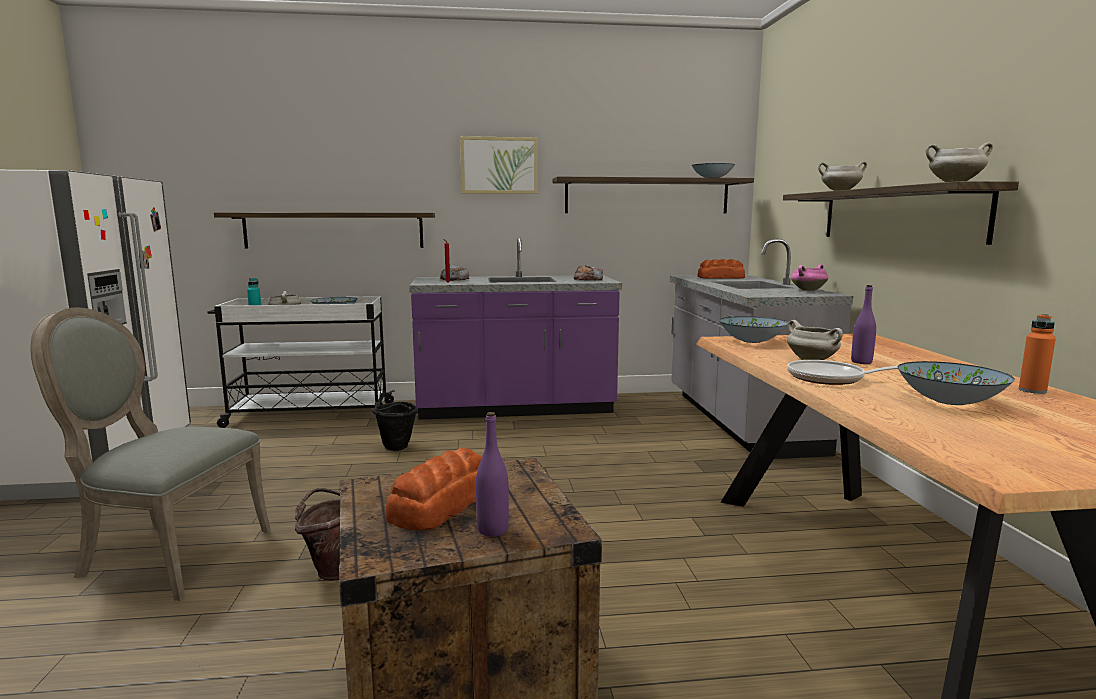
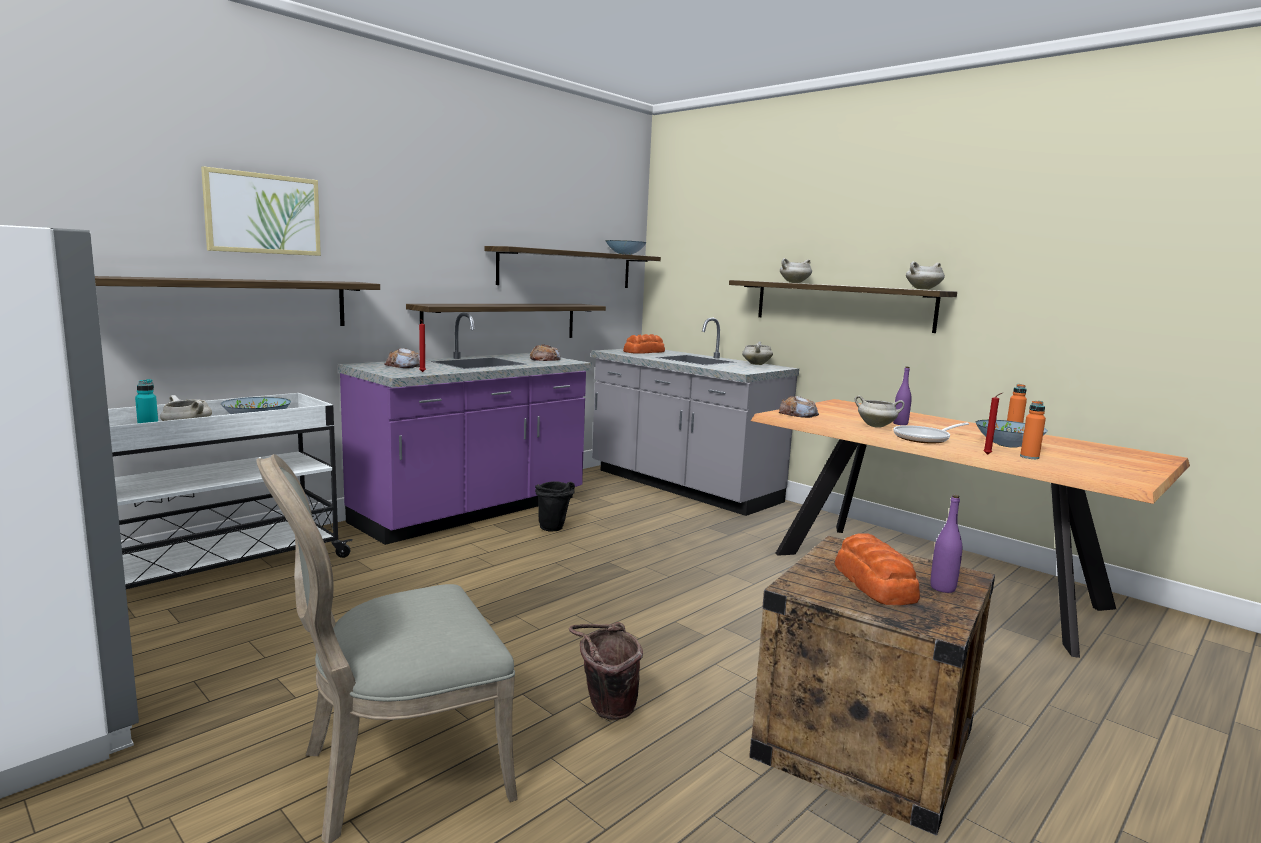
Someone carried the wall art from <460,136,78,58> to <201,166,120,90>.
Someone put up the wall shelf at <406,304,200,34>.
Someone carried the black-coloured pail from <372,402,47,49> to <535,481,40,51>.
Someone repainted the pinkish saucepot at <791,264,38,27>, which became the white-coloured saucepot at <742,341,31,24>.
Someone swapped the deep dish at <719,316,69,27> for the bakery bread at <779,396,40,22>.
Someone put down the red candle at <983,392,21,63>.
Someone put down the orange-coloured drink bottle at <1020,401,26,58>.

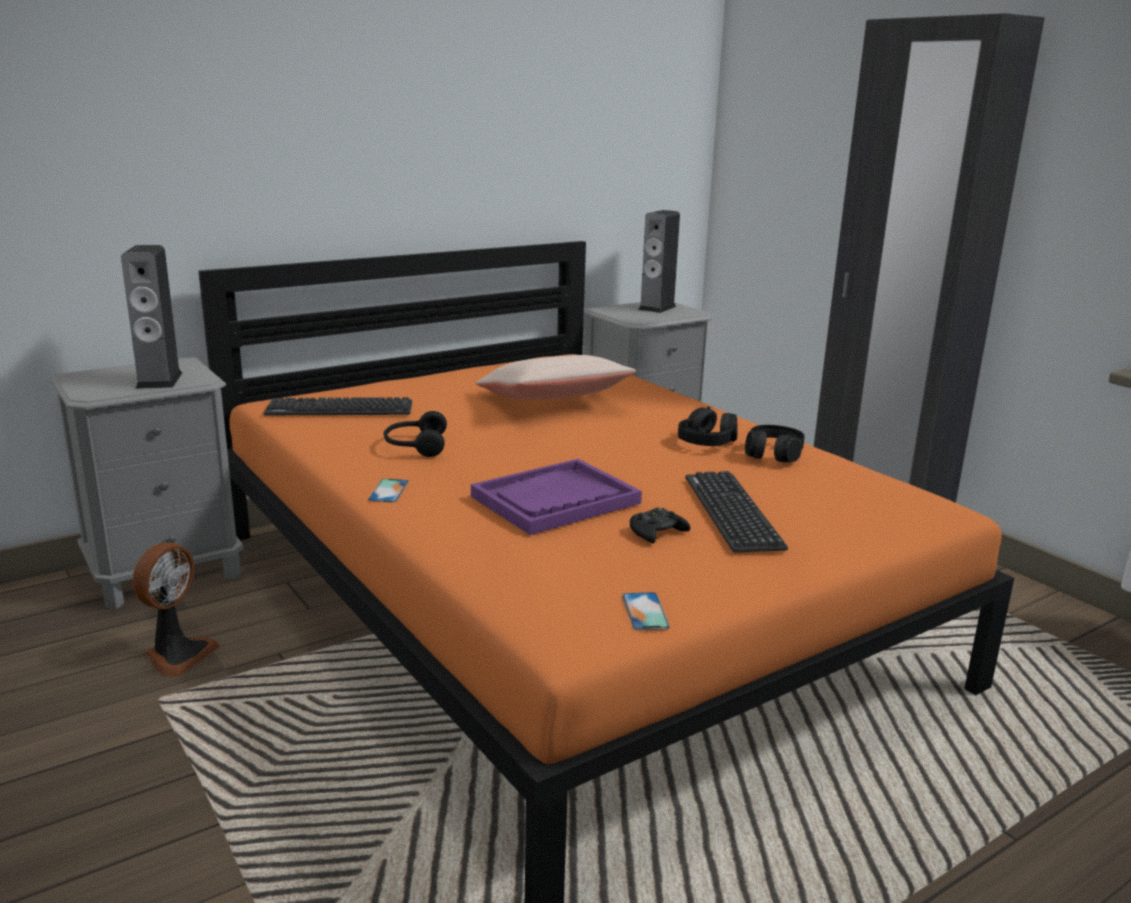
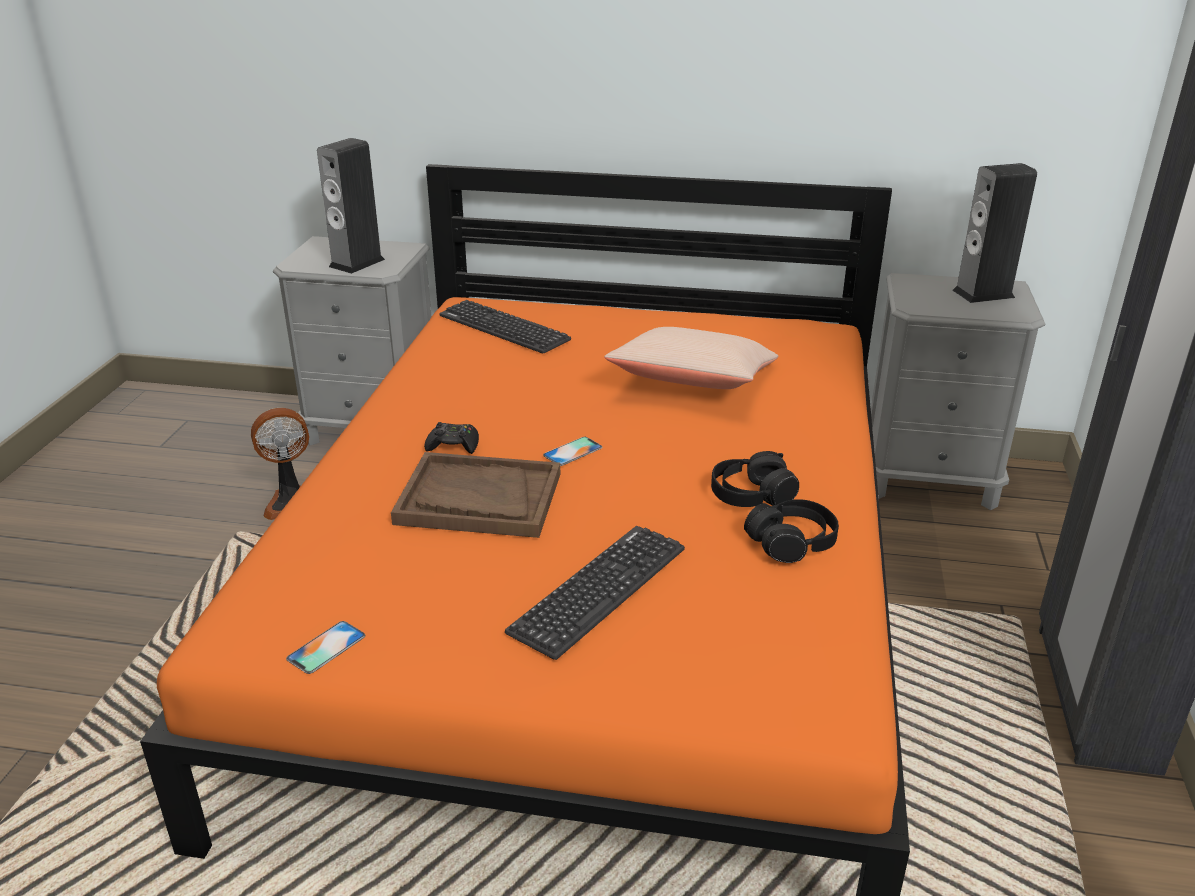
Someone repainted the purple-coloured carrying tray at <471,459,171,76>, which became the brownish carrying tray at <391,452,169,86>.
Someone carried the black-coloured gamepad from <630,507,61,37> to <424,422,55,32>.
Someone carried the telephone from <368,479,41,23> to <543,437,59,29>.
Someone took away the black-coloured headset at <384,411,63,46>.

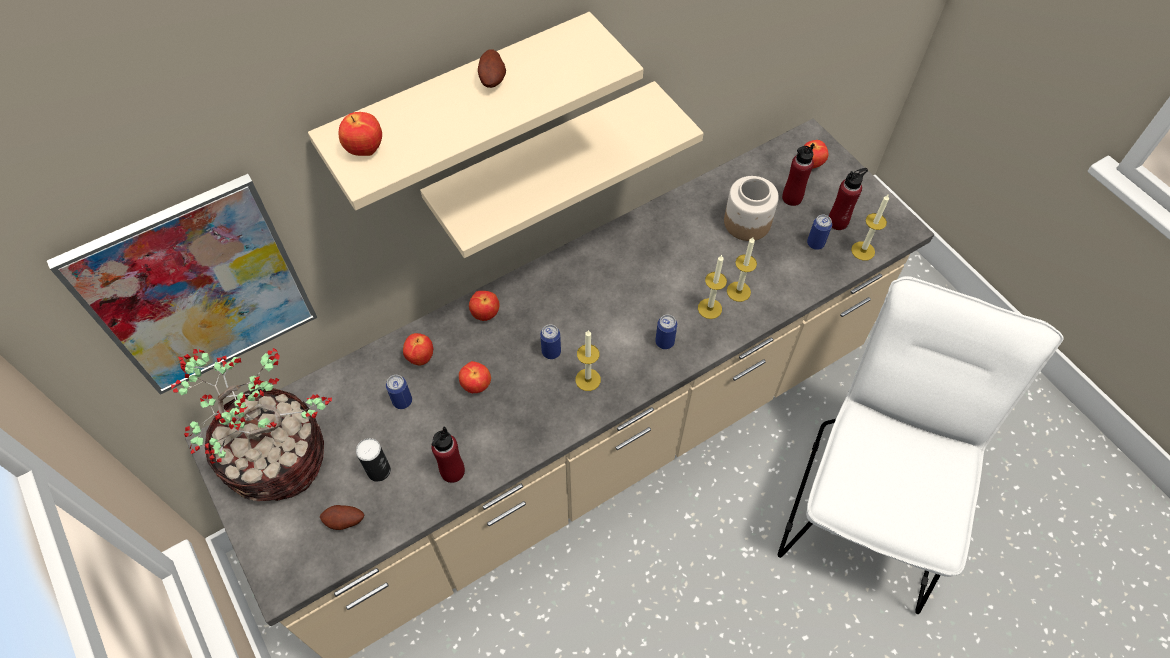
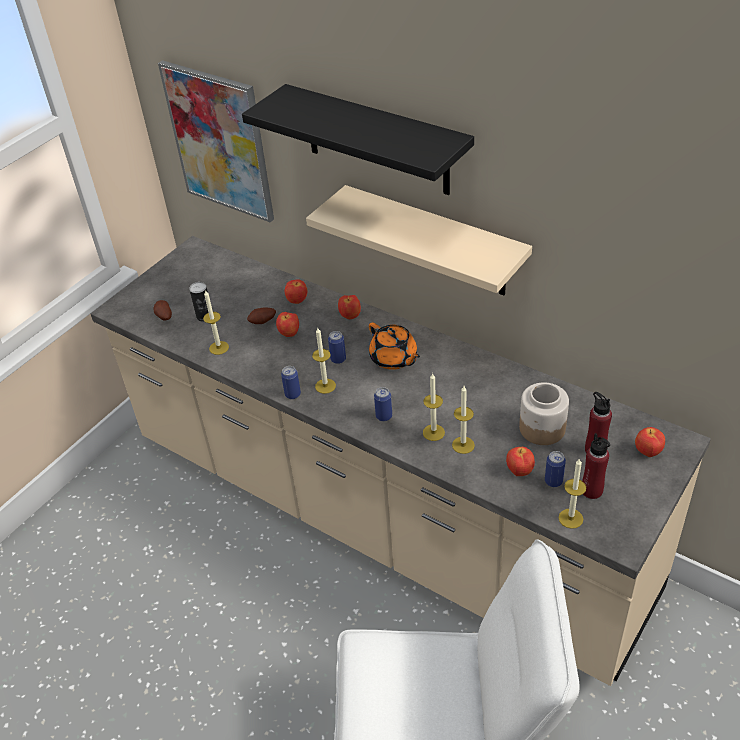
Someone swapped the red drink bottle at <431,427,34,56> for the candle at <203,290,26,65>.
Someone repainted the sand-coloured wall shelf at <308,12,335,198>, which became the black-coloured wall shelf at <242,84,232,111>.
Someone carried the whole potato from <478,49,28,39> to <247,307,29,17>.
Someone carried the can from <386,375,26,34> to <281,366,20,33>.
Someone put down the orange-coloured pot for tea at <369,322,51,48>.
Someone carried the apple fruit from <339,112,43,44> to <506,447,29,29>.
Someone took away the houseplant at <171,348,161,153>.

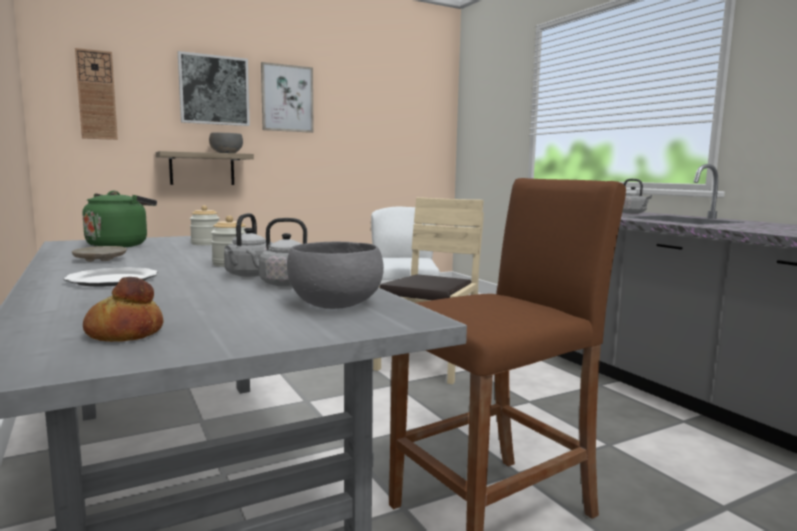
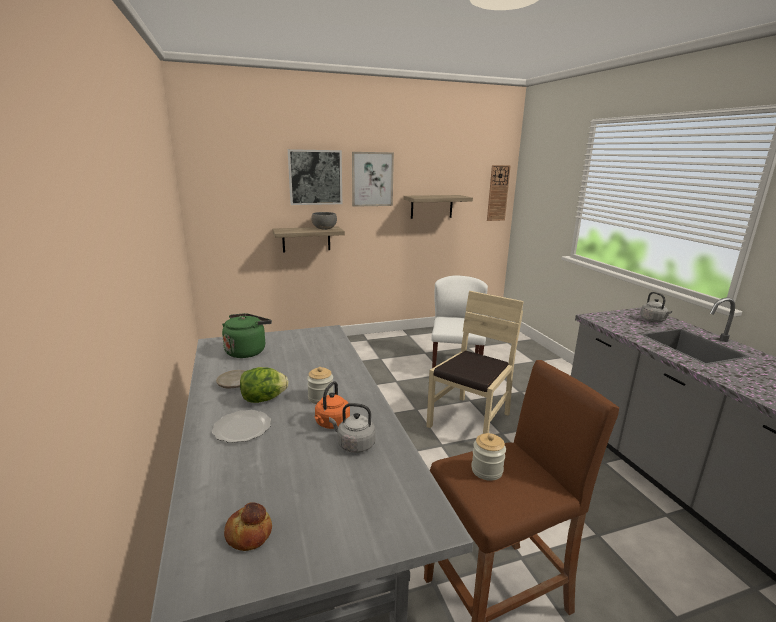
Someone put down the head of lettuce at <240,367,49,36>.
Someone repainted the greyish tea kettle at <224,213,47,64>, which became the orange-coloured tea kettle at <315,381,35,48>.
Someone put up the wall shelf at <404,195,69,24>.
Someone carried the storage jar from <190,205,30,40> to <471,433,35,48>.
Someone carried the hanging clock from <75,48,43,92> to <487,165,24,56>.
Someone took away the greyish deep dish at <287,242,97,67>.

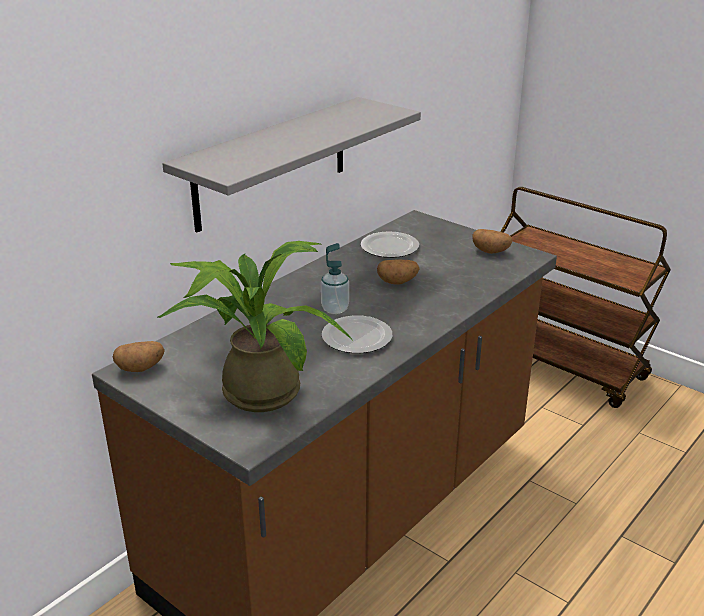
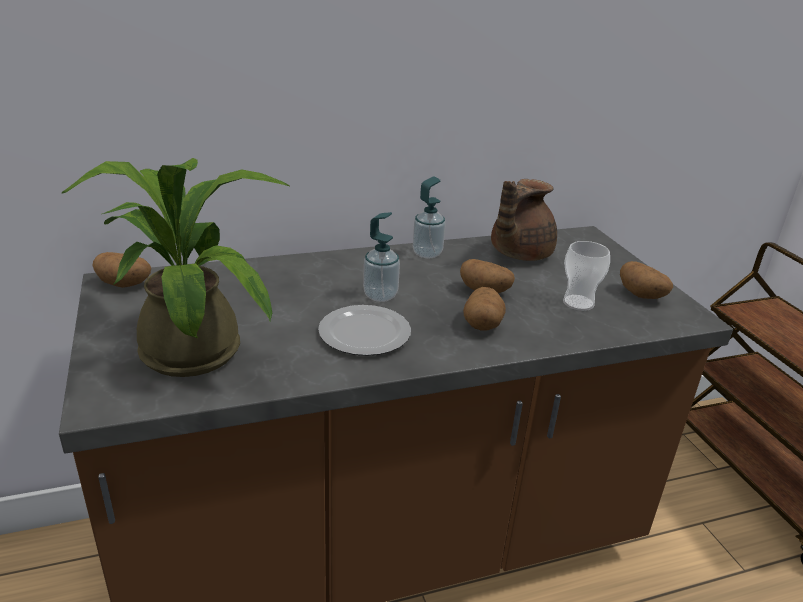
Someone put down the liquid soap bottle at <413,176,33,83>.
Someone put down the whole potato at <463,287,43,43>.
Someone swapped the plate at <361,231,58,27> for the brownish pot for tea at <491,179,66,82>.
Someone put down the cup at <563,241,47,70>.
Someone took away the greyish wall shelf at <162,97,259,135>.

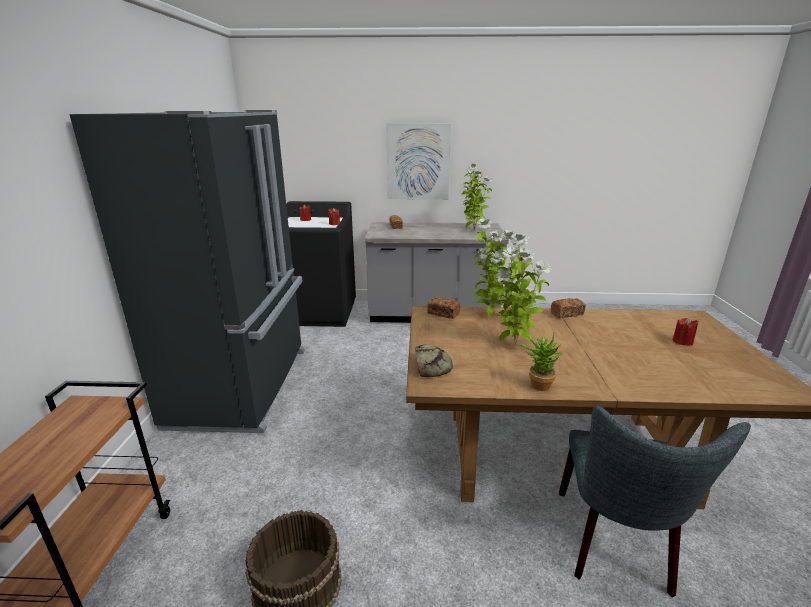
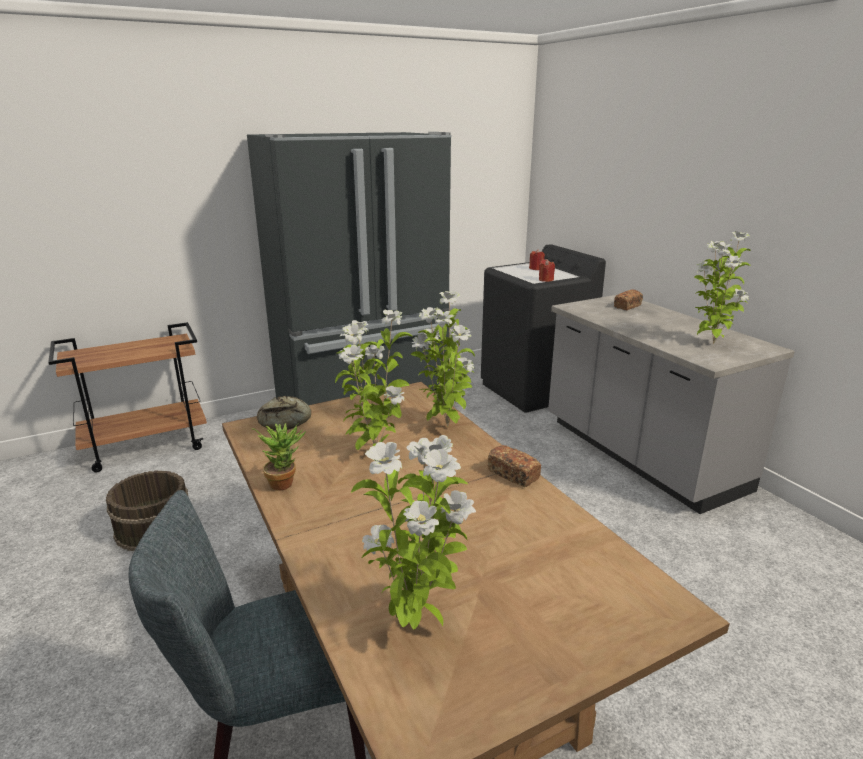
Someone put down the houseplant at <351,435,125,194>.
Someone took away the wall art at <386,123,65,77>.
Someone took away the bakery bread at <427,297,33,22>.
Someone took away the red candle at <673,317,26,29>.

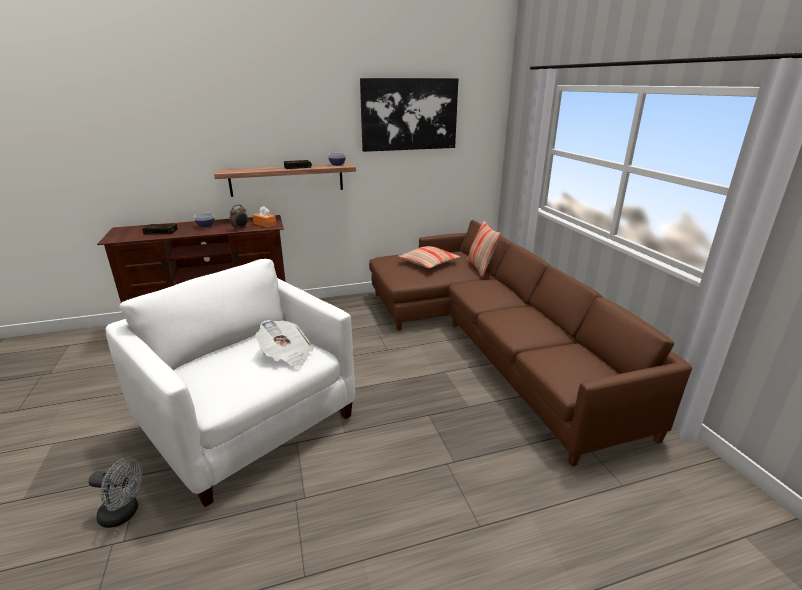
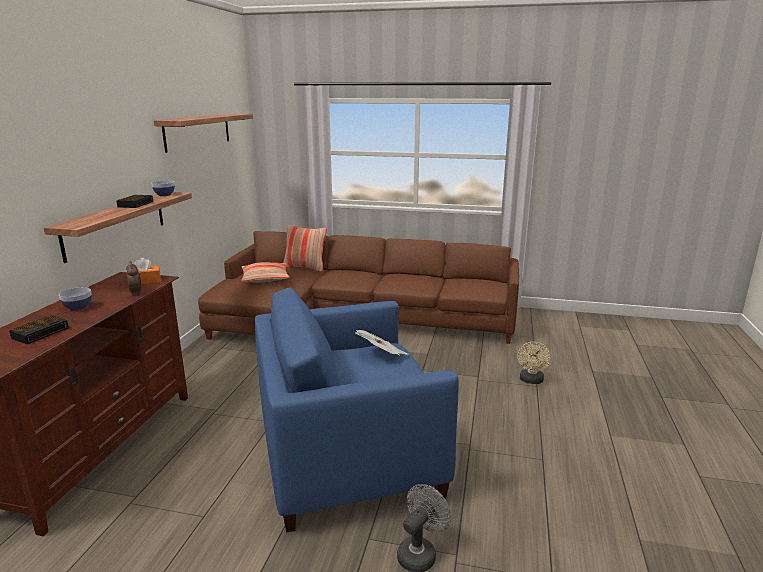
Someone swapped the wall art at <360,78,98,74> for the wall shelf at <154,114,99,39>.
Someone repainted the white-coloured armchair at <105,259,250,248>, which became the blue armchair at <255,287,204,246>.
Someone put down the sand-coloured electric fan at <517,342,34,42>.

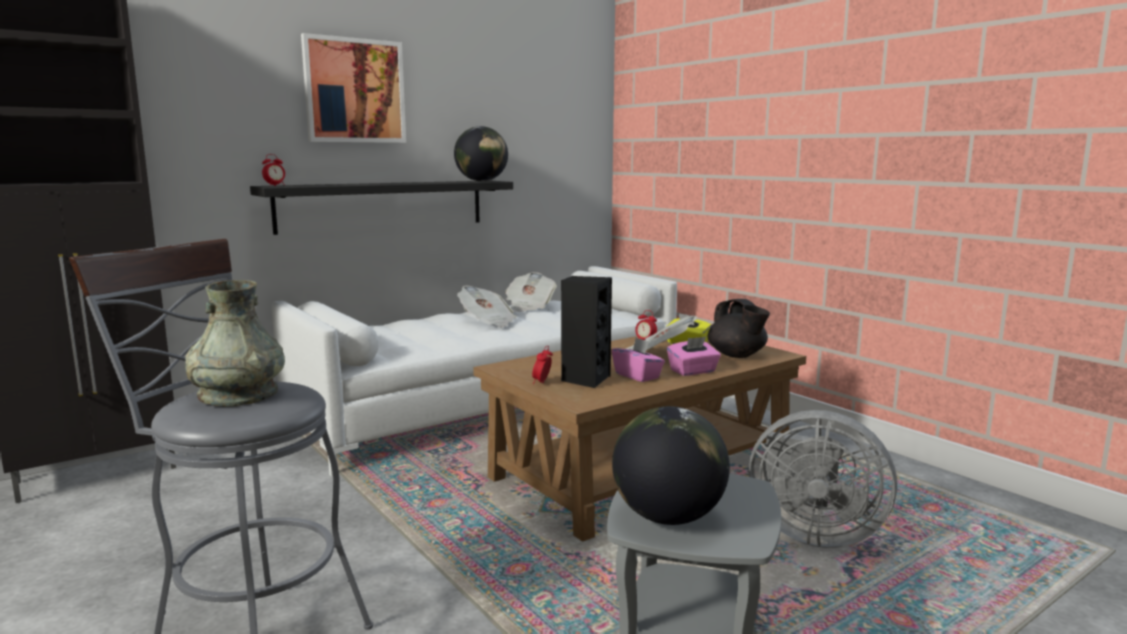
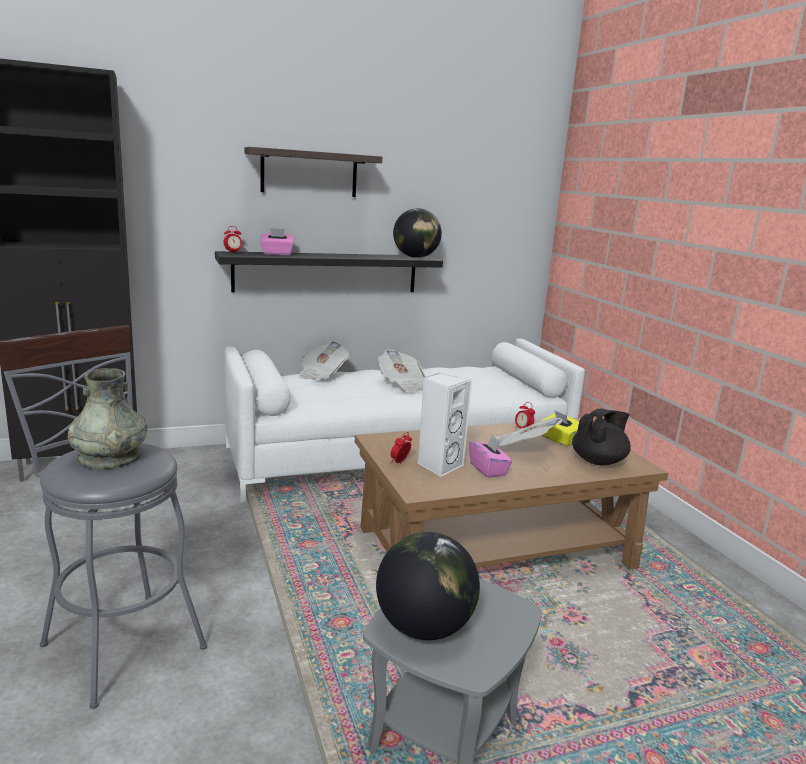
Someone swapped the wall art at <301,33,105,110> for the wall shelf at <245,147,137,50>.
Someone carried the pinkish tissue holder from <667,337,54,39> to <261,228,33,27>.
Someone carried the printed paper from <505,272,52,40> to <299,341,50,38>.
Someone repainted the black-coloured speaker at <561,276,51,112>, which became the white-coloured speaker at <417,373,55,104>.
Someone rotated the black-coloured pot for tea at <708,299,62,59> by 120 degrees counterclockwise.
Someone took away the greyish electric fan at <748,410,149,138>.

